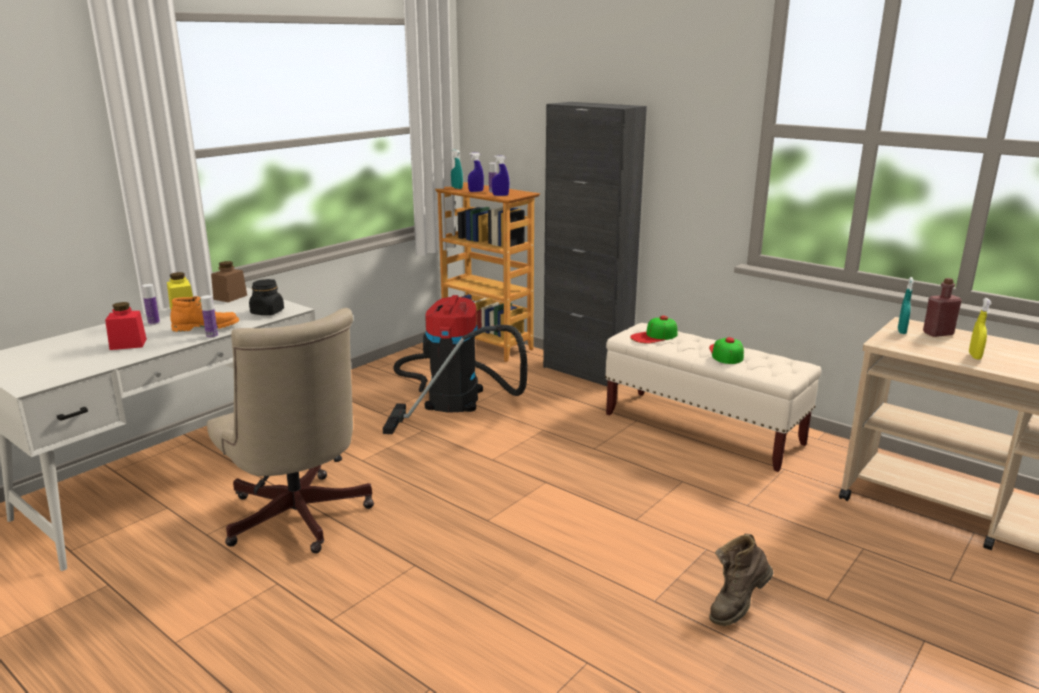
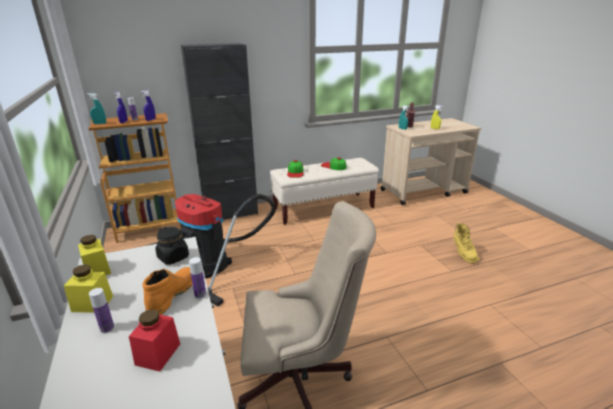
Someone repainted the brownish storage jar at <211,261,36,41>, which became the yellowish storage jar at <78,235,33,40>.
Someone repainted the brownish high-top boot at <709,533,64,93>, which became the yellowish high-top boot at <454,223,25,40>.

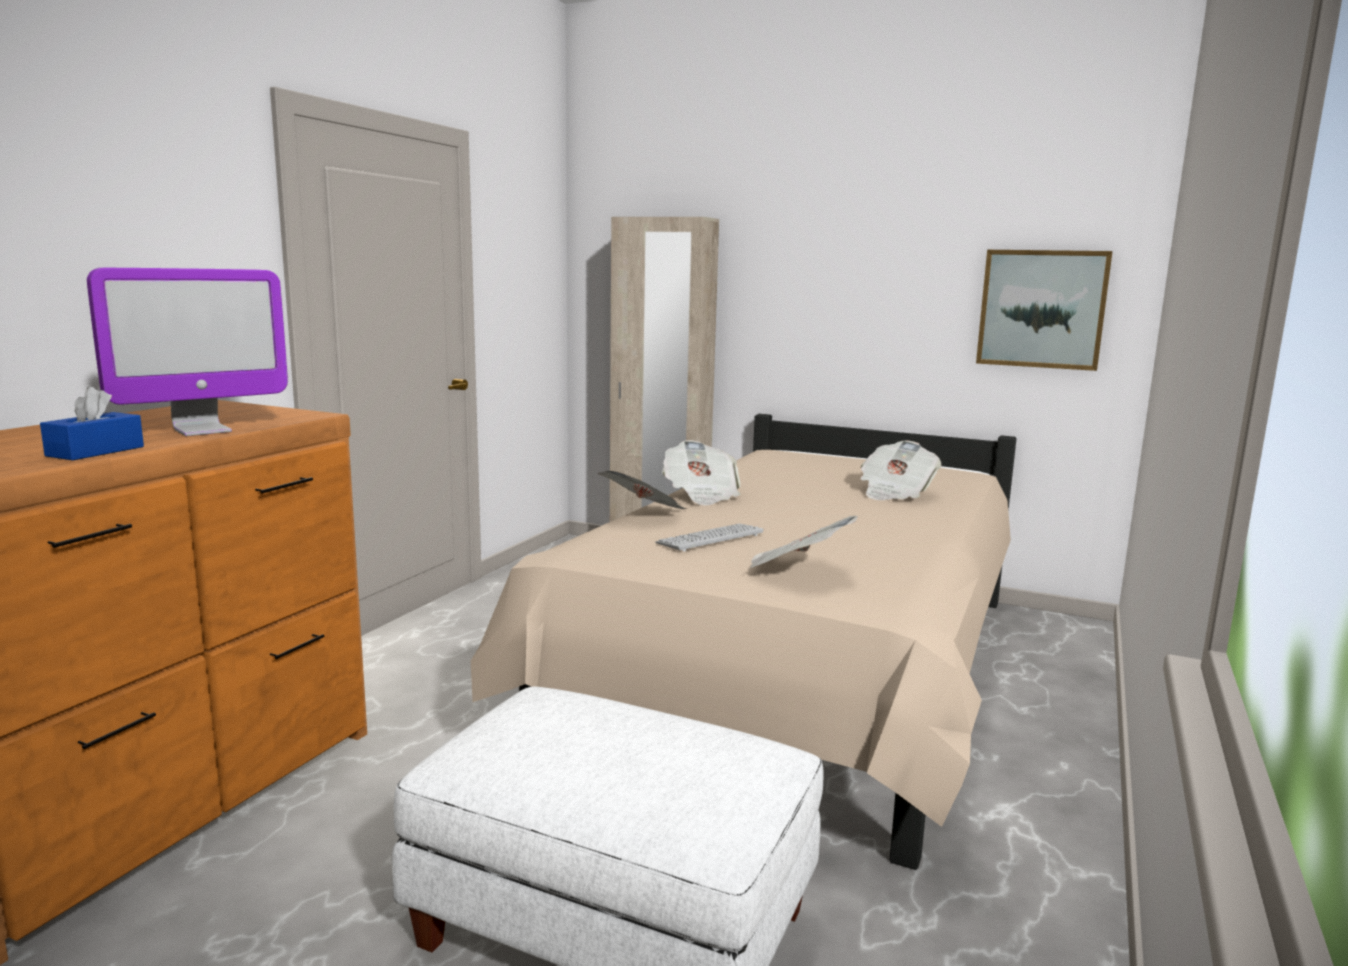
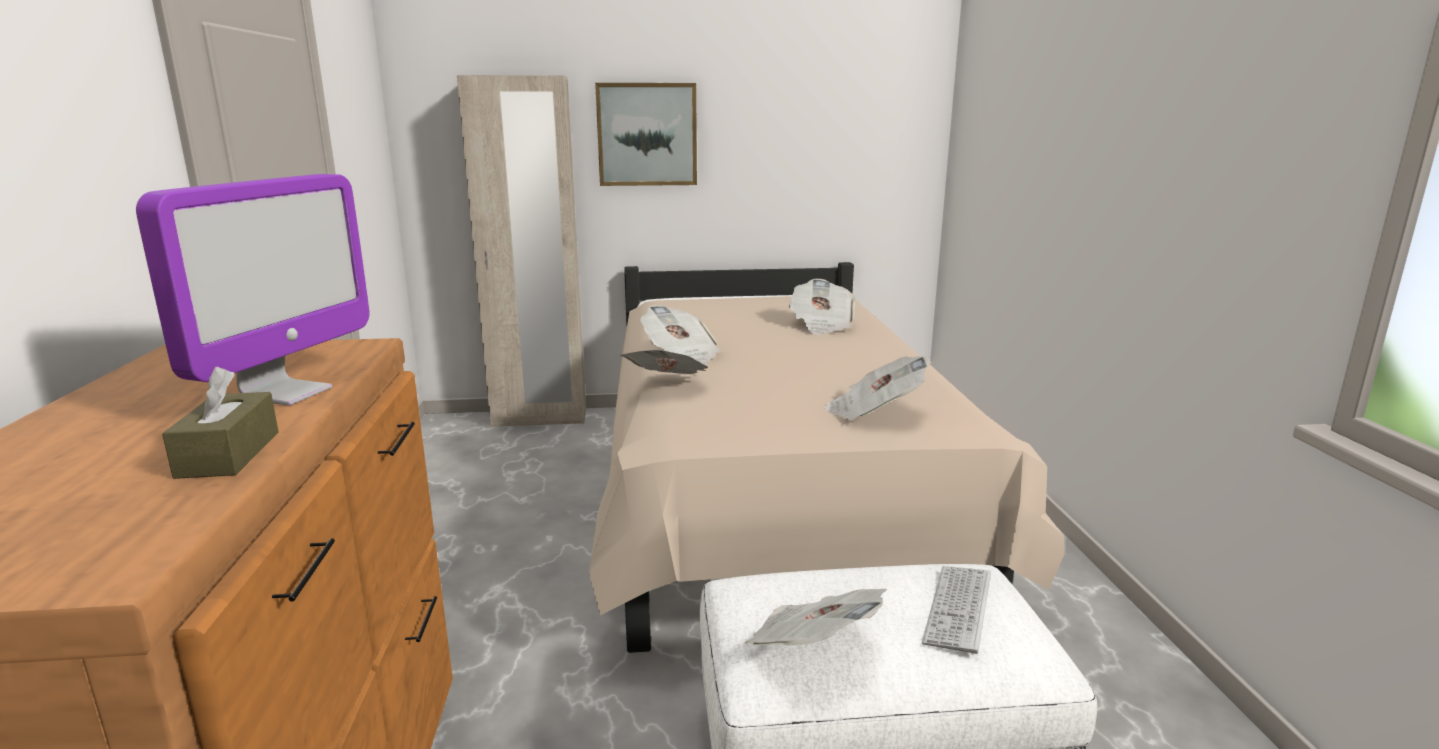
Someone repainted the blue tissue holder at <40,386,104,74>, which became the brownish tissue holder at <162,367,117,112>.
Someone carried the wall art from <976,250,137,121> to <595,83,102,103>.
Someone put down the printed paper at <744,589,143,57>.
Someone carried the computer keyboard from <655,523,108,29> to <922,566,69,88>.

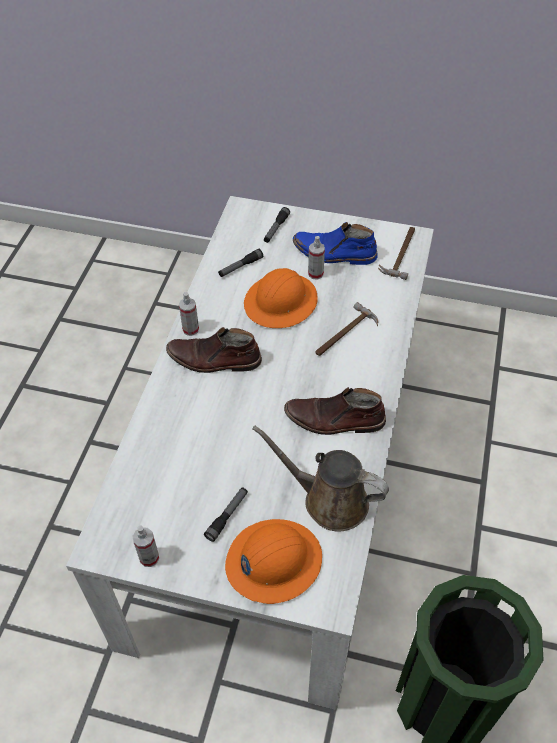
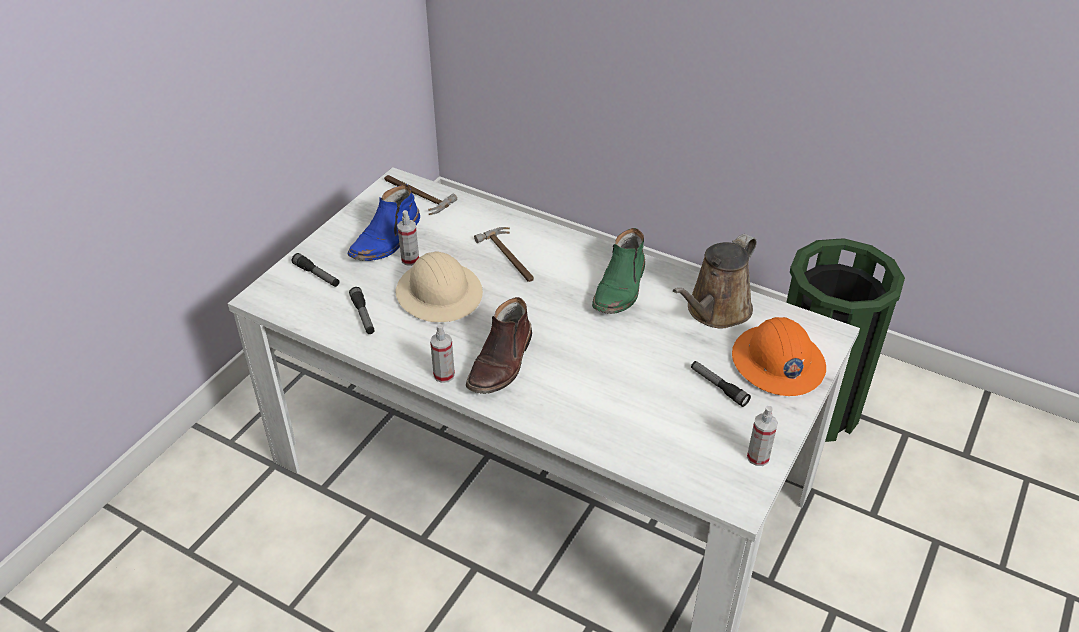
Someone repainted the orange-coloured hard hat at <244,268,74,60>, which became the sand-coloured hard hat at <395,251,88,71>.
Someone repainted the brownish high-top boot at <284,387,102,48>, which became the greenish high-top boot at <592,228,53,86>.

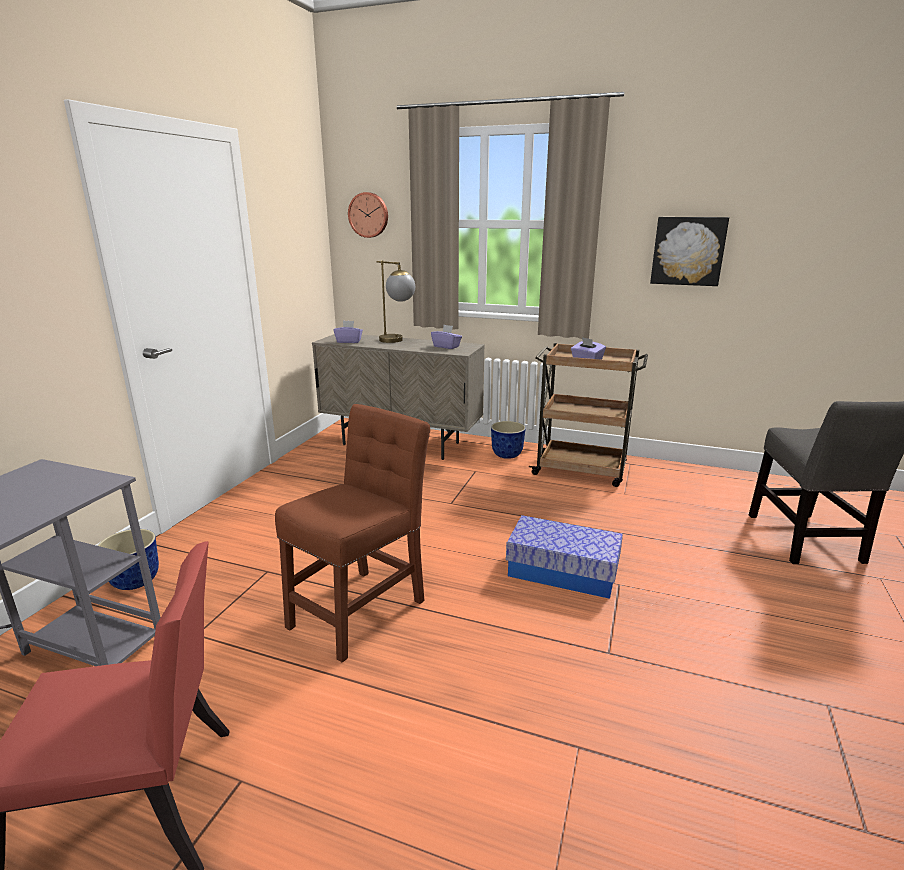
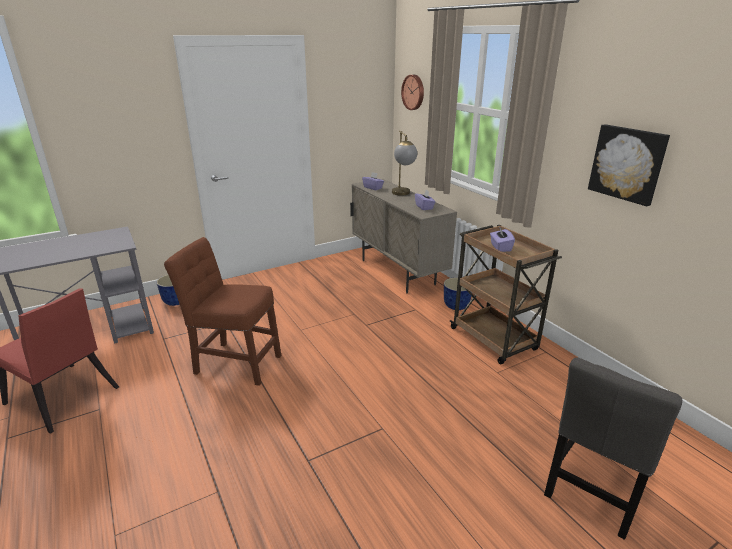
Someone rotated the brownish chair at <275,404,155,259> by 150 degrees counterclockwise.
Someone took away the storage container at <506,515,117,84>.

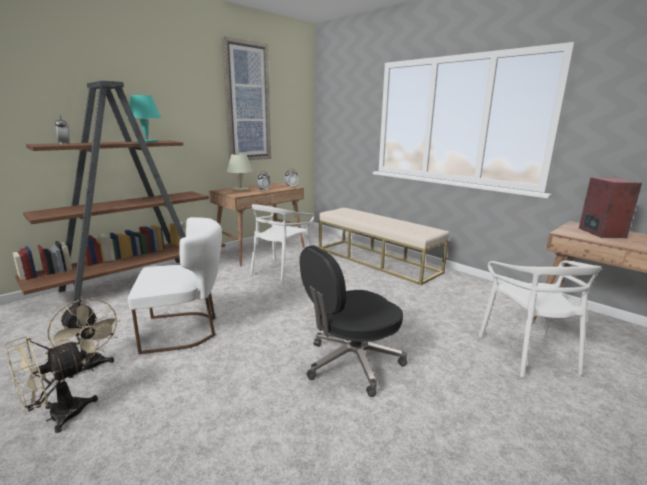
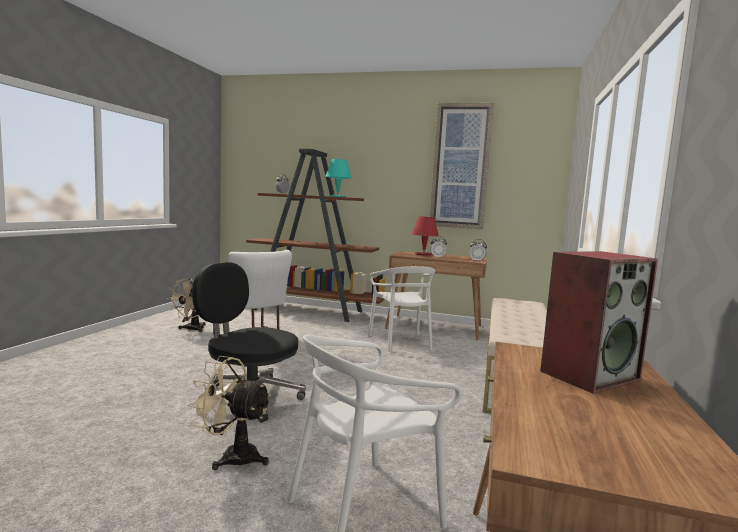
Someone carried the sand-coloured electric fan from <5,336,93,97> to <188,356,83,114>.
Someone rotated the white-coloured chair at <250,204,65,79> by 105 degrees counterclockwise.
Someone repainted the sand-coloured table lamp at <227,154,26,37>, which became the red table lamp at <412,217,27,39>.

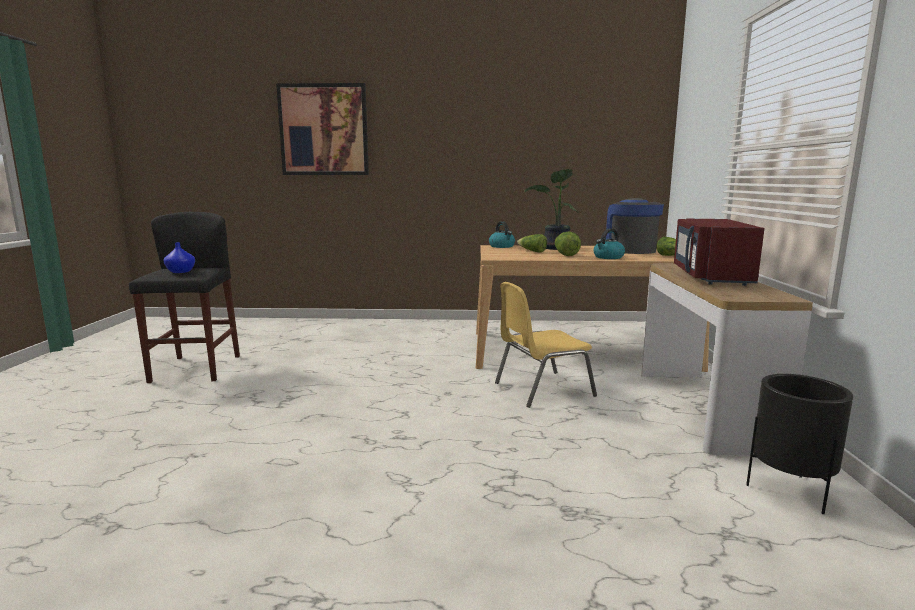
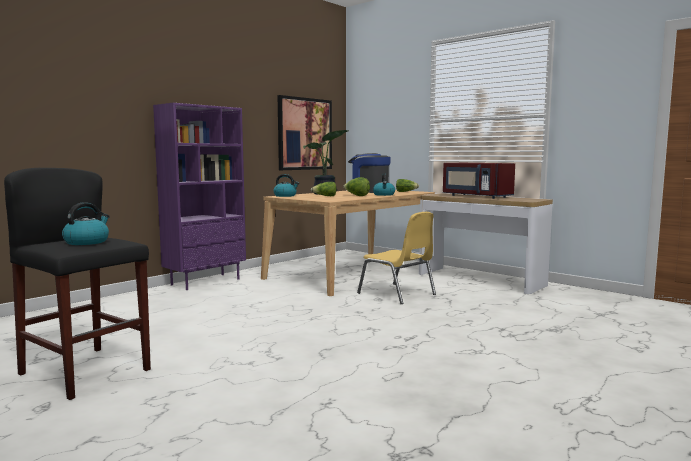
Someone swapped the blue flower vase at <163,242,32,31> for the tea kettle at <62,202,48,43>.
Someone put down the purple-coloured bookcase at <153,103,93,187>.
Someone carried the wall art from <276,83,93,92> to <278,95,54,75>.
Someone rotated the yellowish chair at <495,282,102,126> by 60 degrees counterclockwise.
Someone took away the black-coloured flower pot at <746,374,107,140>.

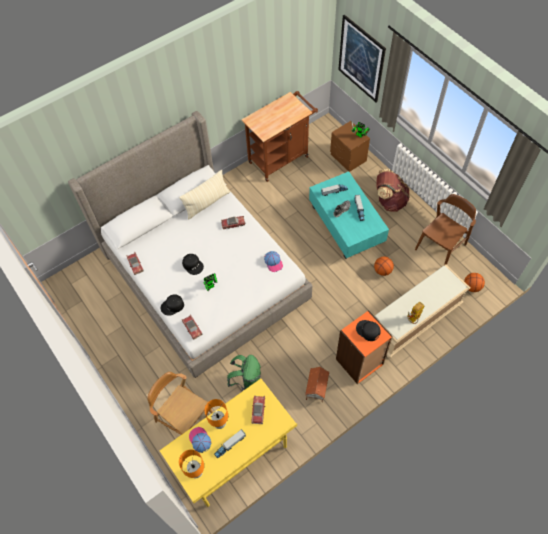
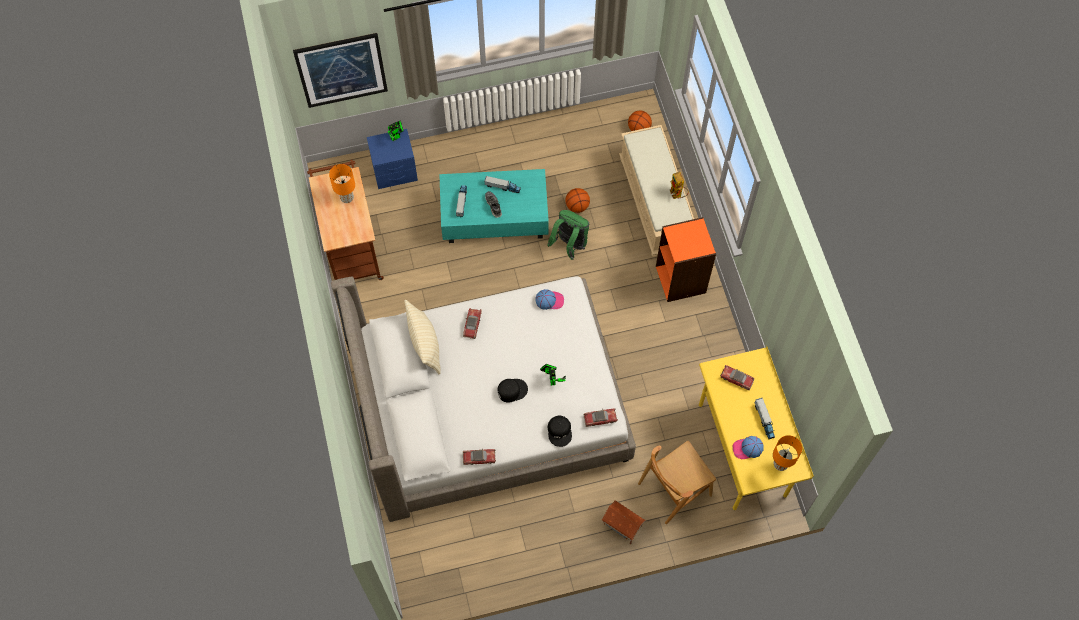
Someone carried the orange-coloured table lamp from <204,399,24,30> to <329,164,26,39>.
Someone repainted the brownish bedside table at <330,121,40,51>, which became the blue bedside table at <367,129,51,60>.
Someone carried the greenish backpack from <227,355,34,36> to <547,210,42,50>.
Someone carried the miniature house from <305,367,25,35> to <601,501,45,43>.
Someone took away the black-coloured baseball cap at <356,320,25,21>.
Someone took away the brownish backpack at <376,169,33,43>.
Someone took away the brownish chair at <415,194,61,71>.

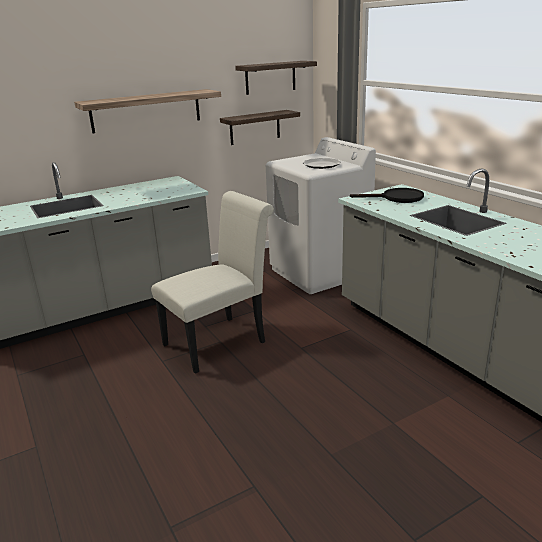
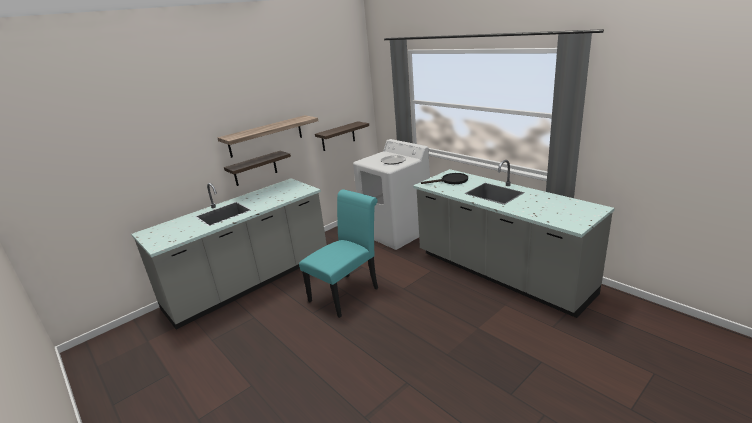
Someone carried the wall shelf from <235,61,82,34> to <224,151,67,35>.
Someone repainted the white-coloured chair at <151,191,123,183>, which became the blue-green chair at <299,189,79,129>.

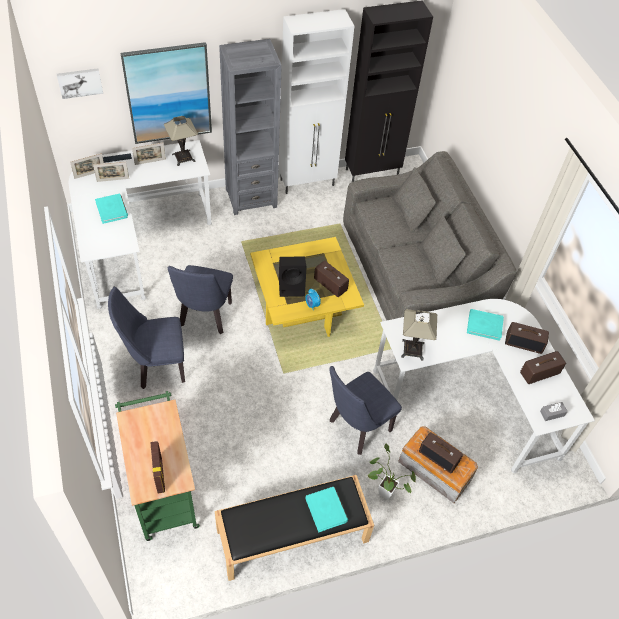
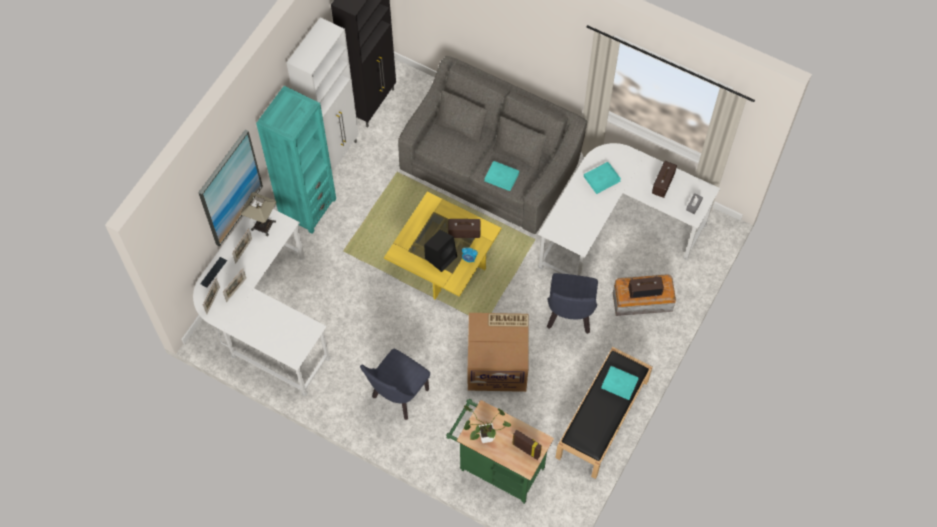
Someone repainted the greyish bookcase at <219,39,63,176>, which became the blue-green bookcase at <256,86,80,148>.
Someone carried the houseplant from <368,443,48,57> to <464,405,47,38>.
Someone put down the carton at <468,313,61,79>.
Someone carried the blue-green volume from <95,194,33,30> to <484,161,35,30>.
Someone took away the wall art at <57,68,46,31>.
Someone took away the blue chair at <168,265,65,69>.
Someone took away the table lamp at <401,309,36,52>.
Someone took away the radio at <505,322,44,32>.

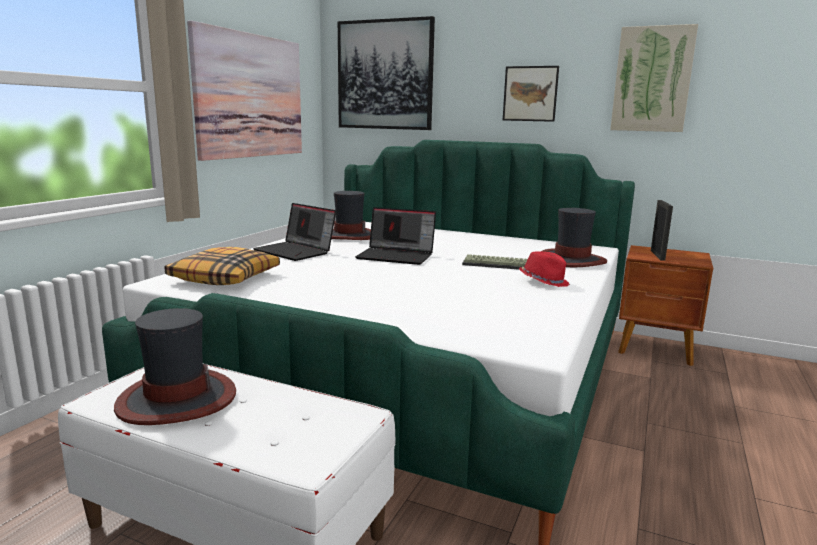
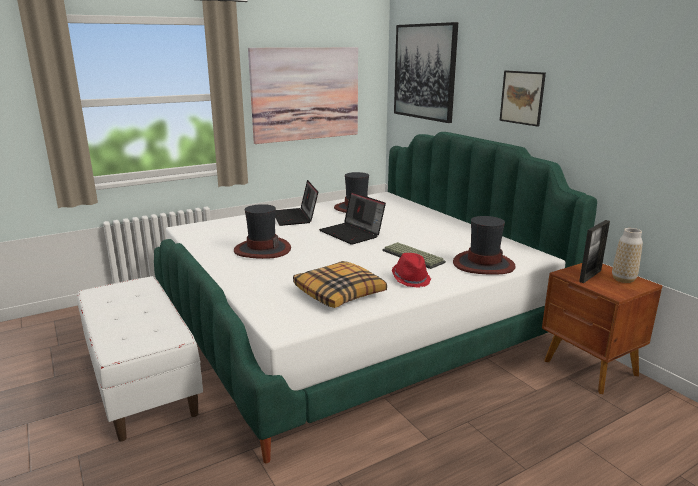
Someone carried the wearable hat from <114,308,122,117> to <234,204,57,55>.
Someone carried the throw pillow from <165,247,115,38> to <293,261,94,47>.
Someone put down the flower vase at <612,228,31,55>.
Someone took away the wall art at <610,24,88,108>.

